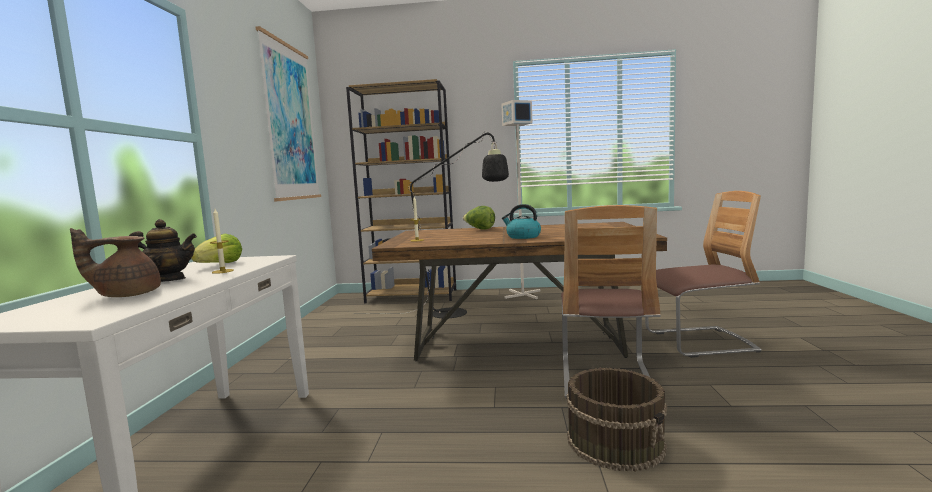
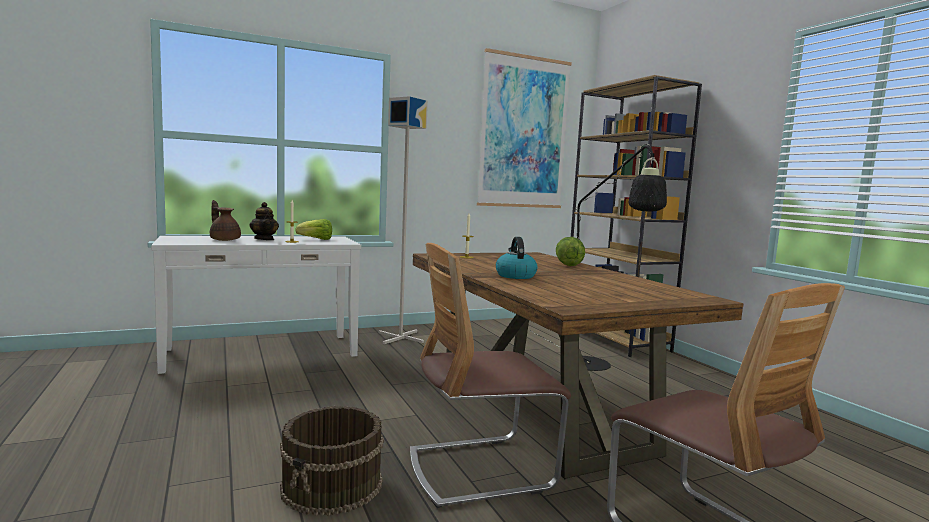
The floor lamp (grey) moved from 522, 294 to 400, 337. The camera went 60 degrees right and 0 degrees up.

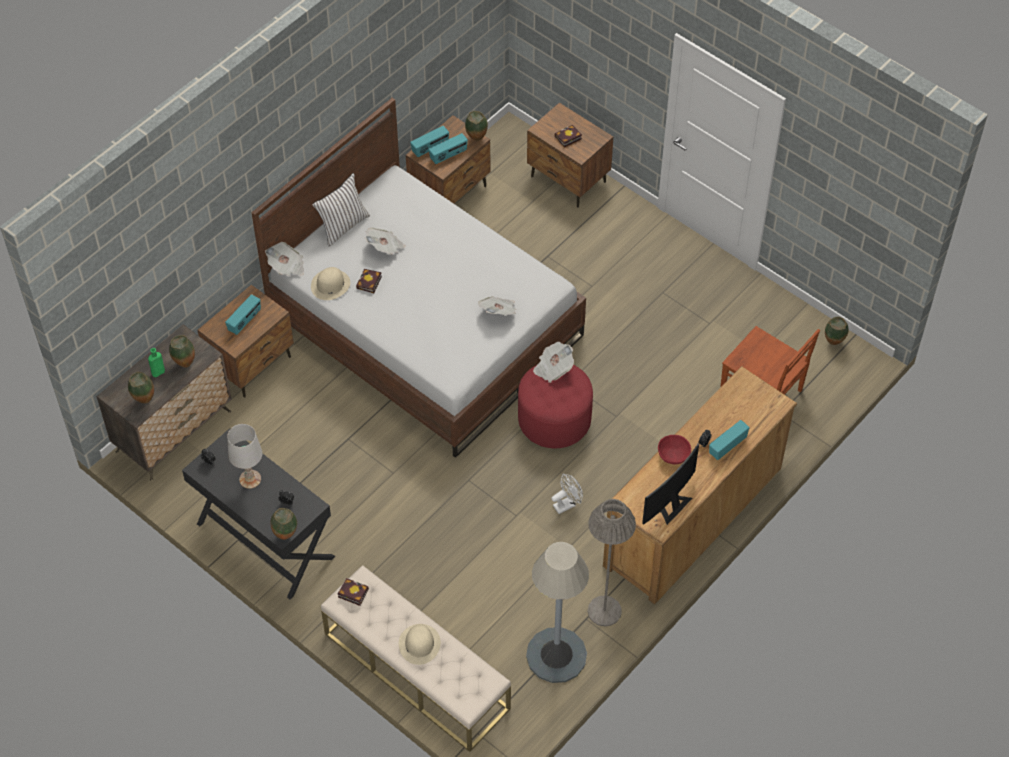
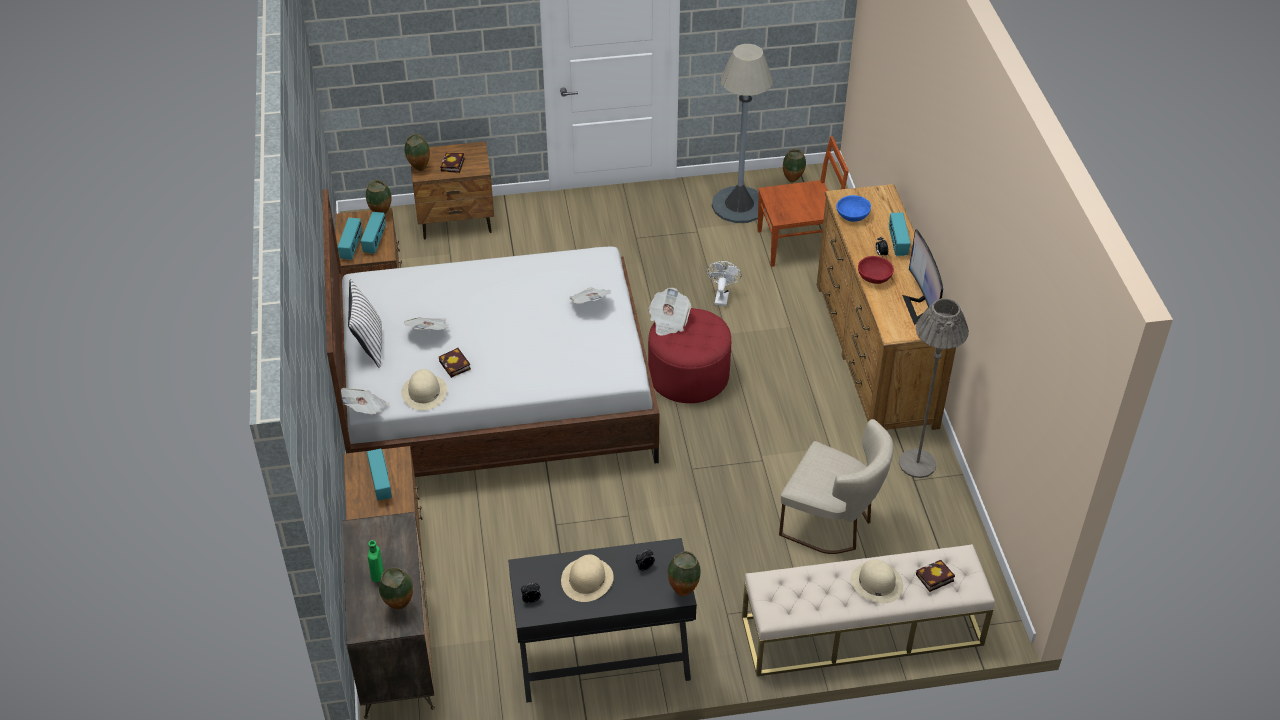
The vase moved from 184, 364 to 419, 169. The table lamp (white) at 250, 479 was replaced by the hat (beige) at 587, 579. The fan (white) moved from 567, 504 to 721, 296. The floor lamp (grey) moved from 556, 655 to 739, 205. The book moved from 351, 593 to 933, 579. The bowl (blue) at 852, 216 appeared. The chair (beige) at 832, 524 appeared. The camera went 50 degrees left and 10 degrees down.

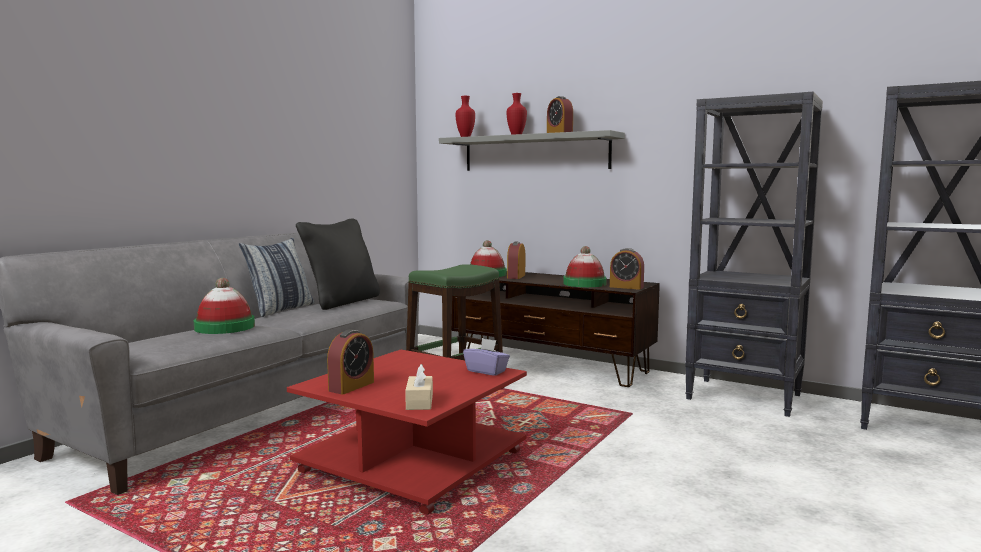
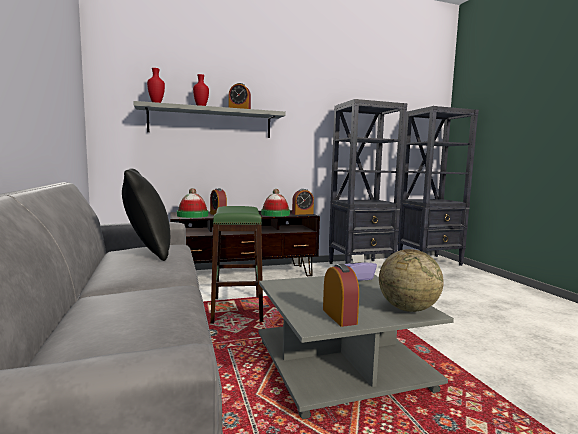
The pillow at 280, 309 disappeared. The hat at 225, 327 disappeared. The coffee table (red) at 412, 461 became the coffee table (grey) at 339, 365. The tissue box (beige) at 419, 402 was replaced by the globe at 408, 309. The camera went 50 degrees left and 0 degrees up.

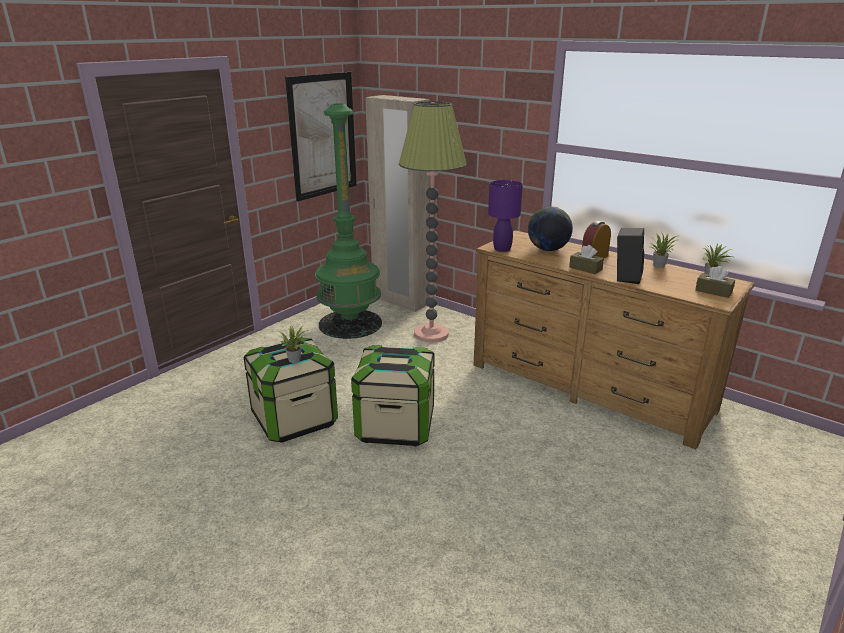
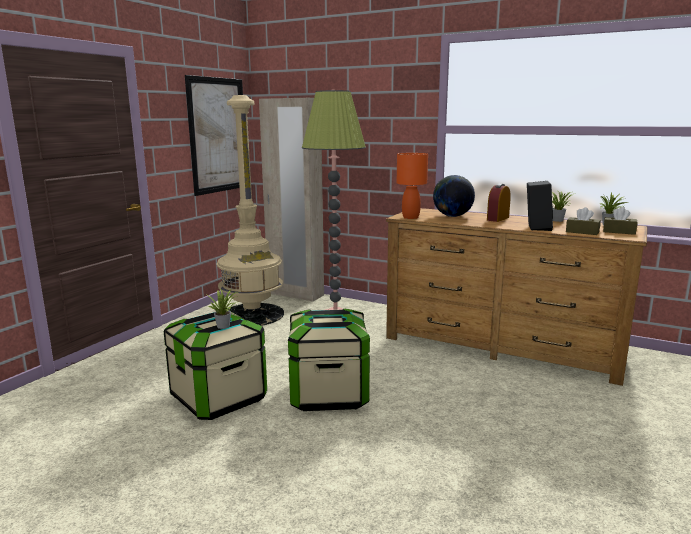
The floor lamp (green) at 350, 324 became the floor lamp (beige) at 252, 315. The table lamp (purple) at 501, 249 became the table lamp (orange) at 410, 217. The tissue box (brown) moved from 585, 268 to 582, 232. The camera went 10 degrees left and 10 degrees down.

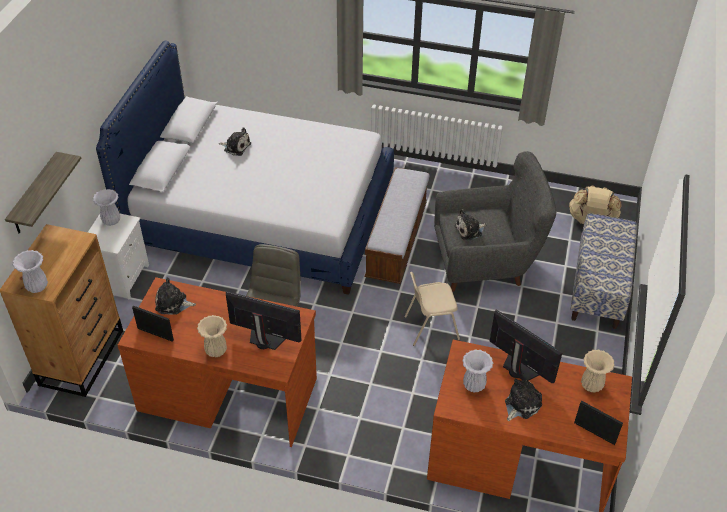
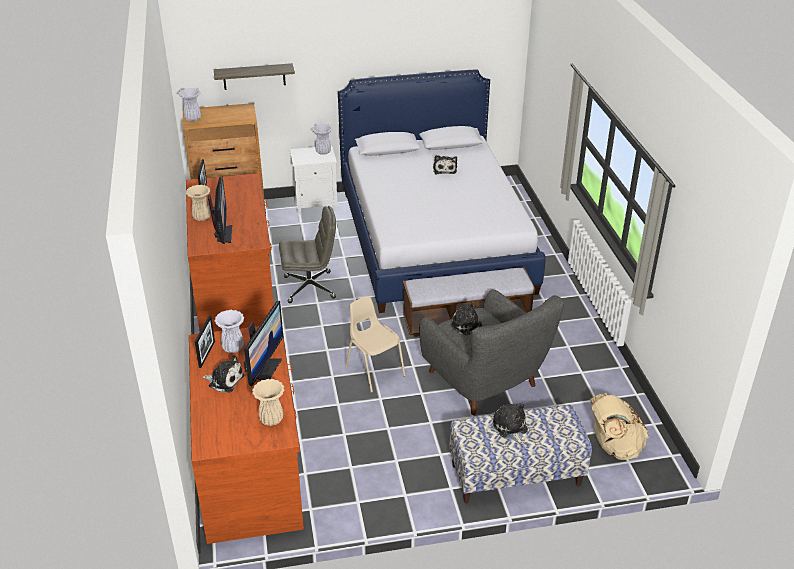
The plush toy moved from 173, 304 to 510, 428. The picture frame moved from 594, 433 to 207, 354. The camera went 65 degrees right and 10 degrees down.

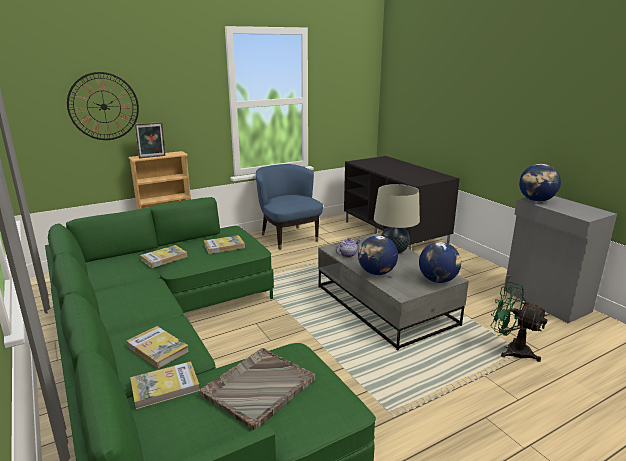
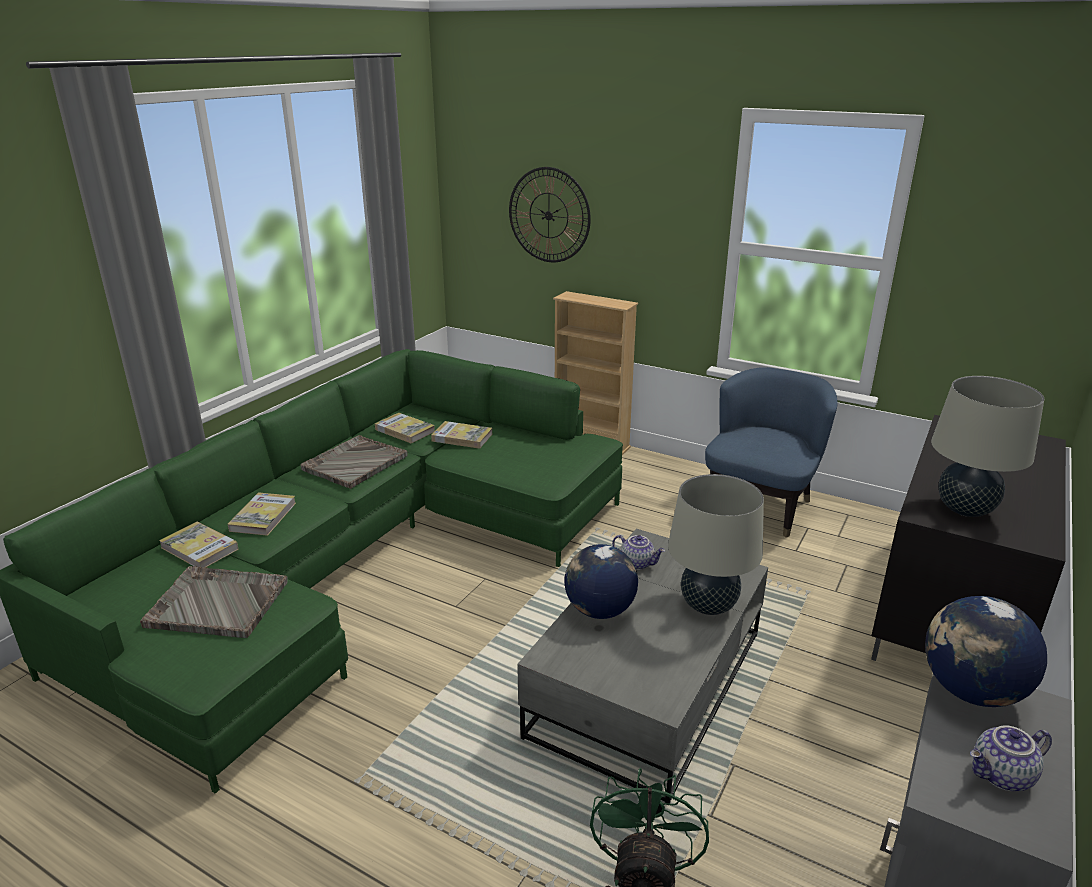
The picture frame at 152, 157 disappeared. The book moved from 224, 246 to 405, 430. The globe at 438, 280 disappeared. The table lamp (beige) at 965, 509 appeared. The tray (grey) at 354, 463 appeared. The teapot at 1002, 776 appeared. The camera went 60 degrees right and 5 degrees up.

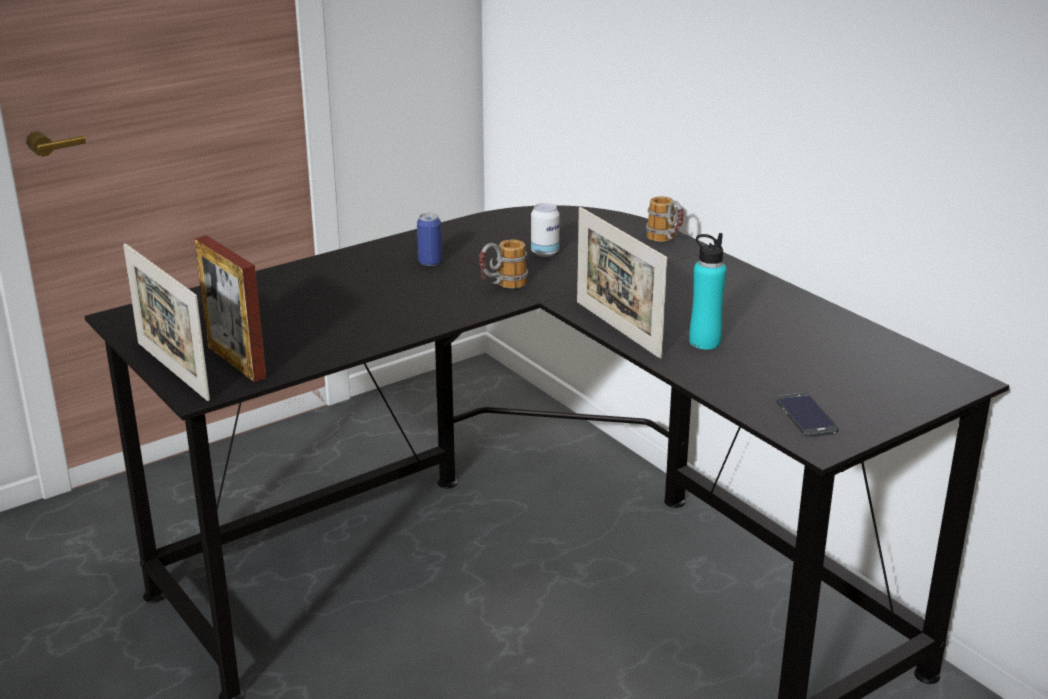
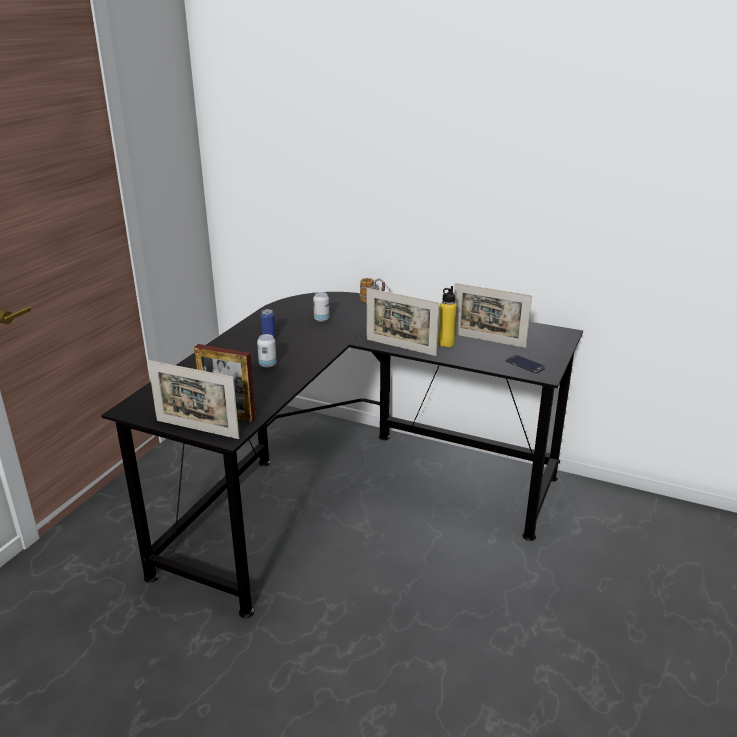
The bottle (turquoise) at 704, 342 became the bottle (yellow) at 446, 343. The mug at 502, 287 disappeared. The picture frame at 488, 340 appeared. The can at 267, 364 appeared. The camera went 30 degrees left and 0 degrees up.

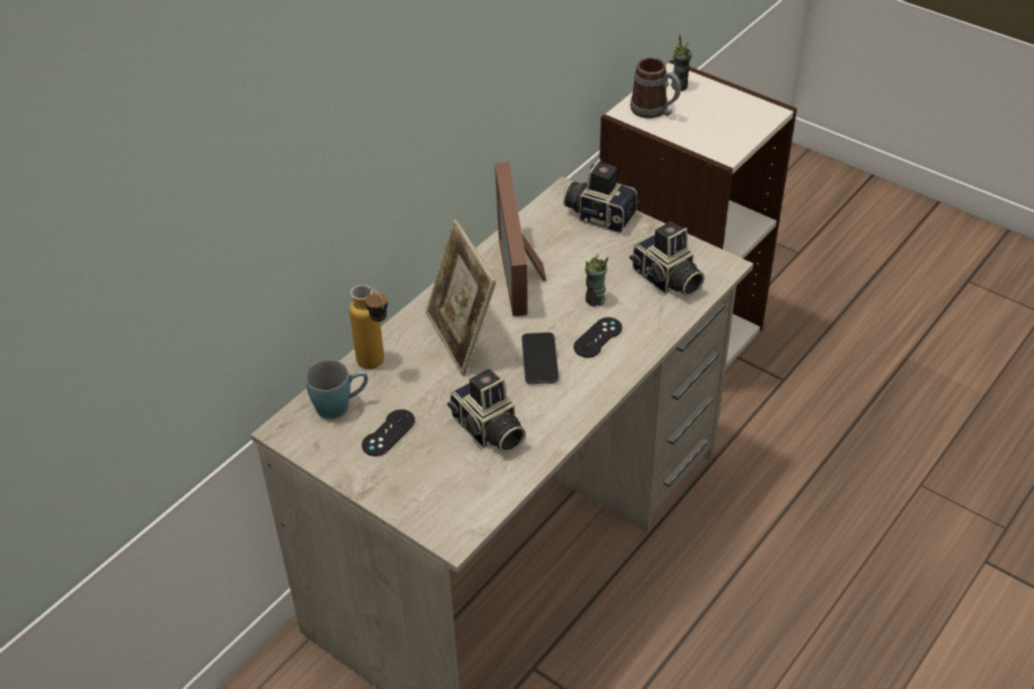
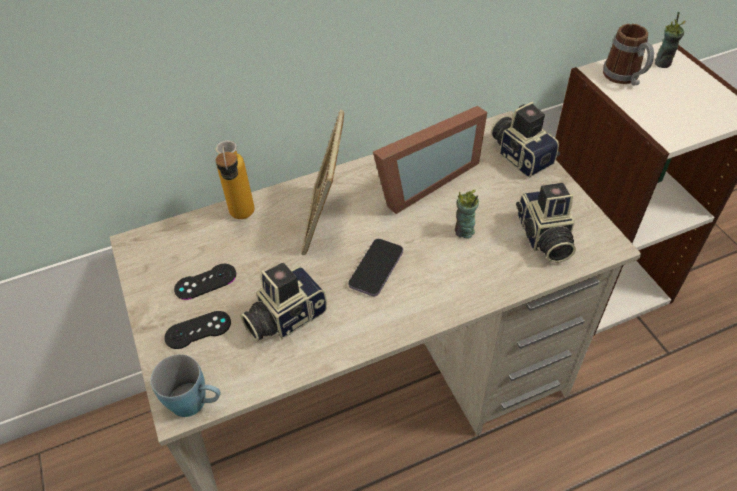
The picture frame at 524, 270 turned 150 degrees counterclockwise. The game controller (black) moved from 598, 337 to 198, 330. The mug (blue) moved from 340, 405 to 196, 403. The photo camera at 488, 431 turned 60 degrees clockwise. The camera went 30 degrees right and 5 degrees up.

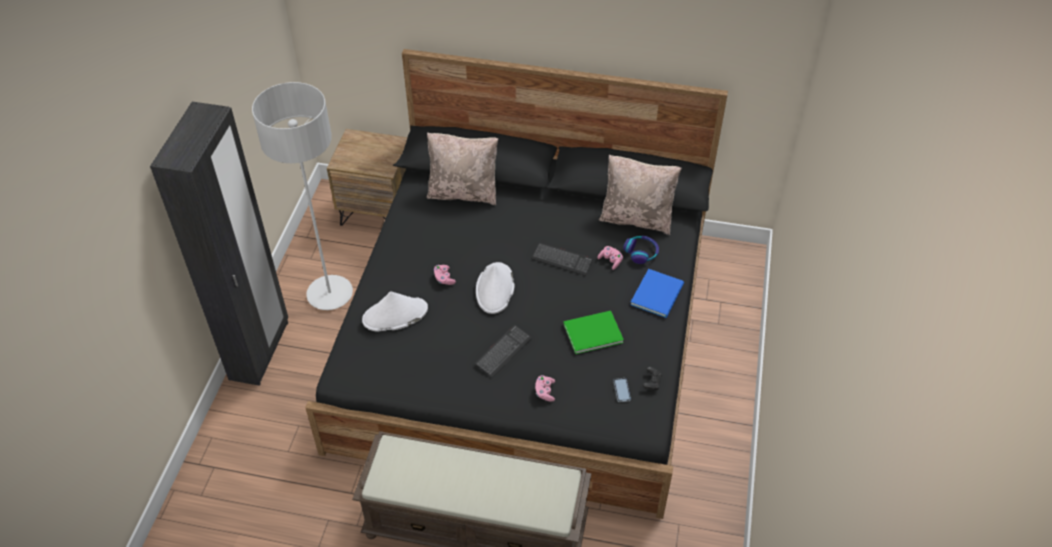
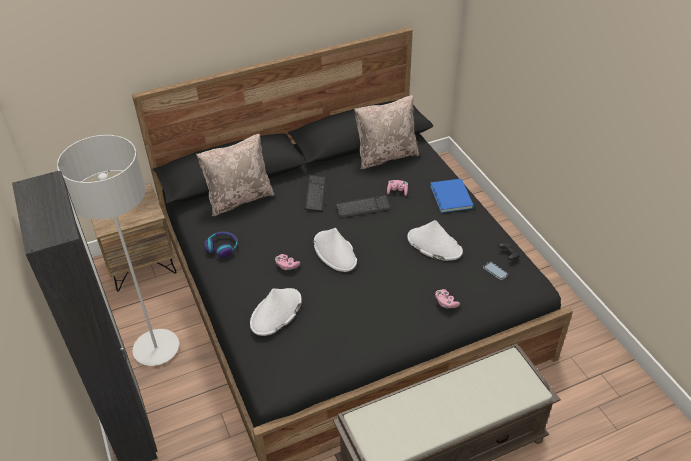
The headphones moved from 641, 252 to 222, 247. The book (green) at 591, 332 was replaced by the hat (white) at 434, 245. The keyboard moved from 503, 352 to 316, 194. The camera went 35 degrees left and 5 degrees down.

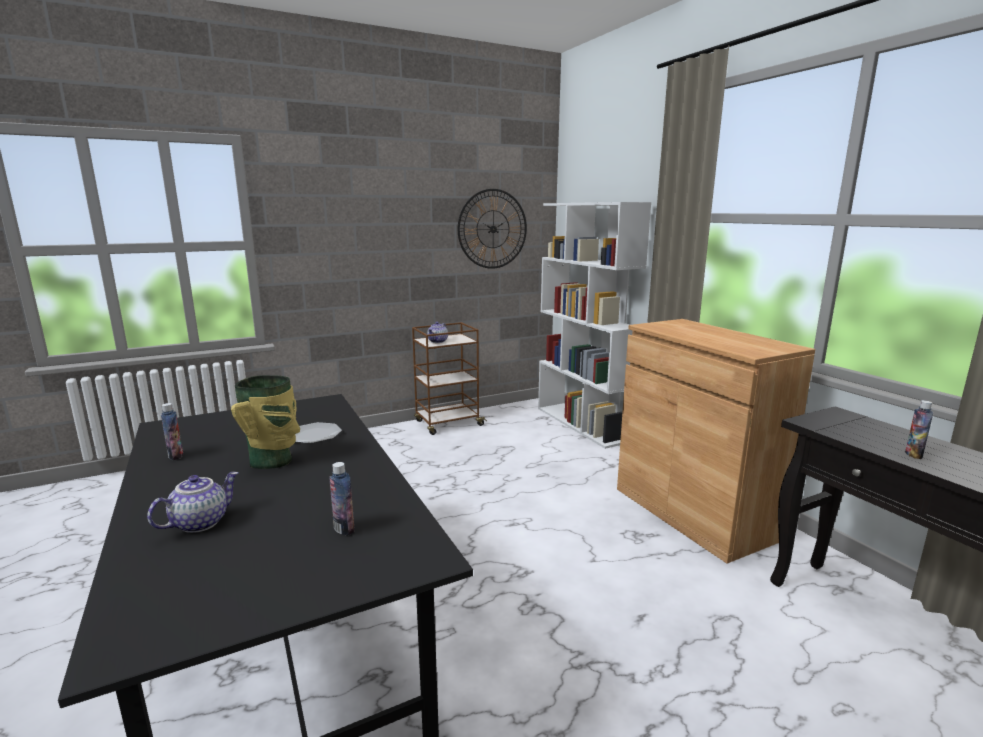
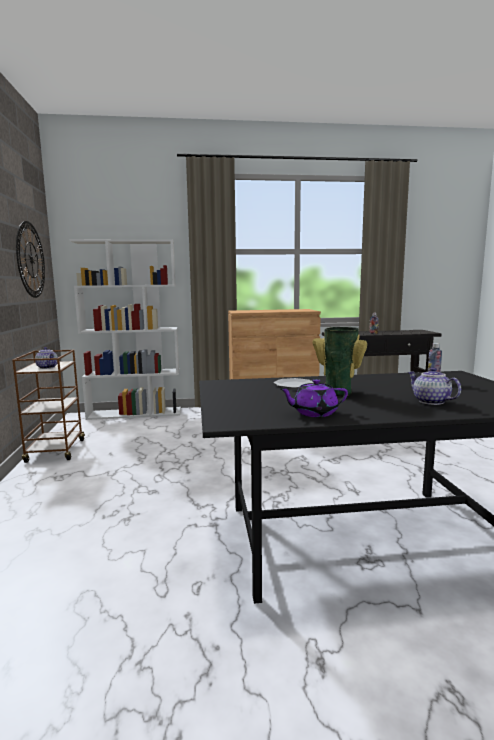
The bottle at 176, 456 was replaced by the teapot (purple) at 314, 413. The camera went 70 degrees left and 5 degrees down.

